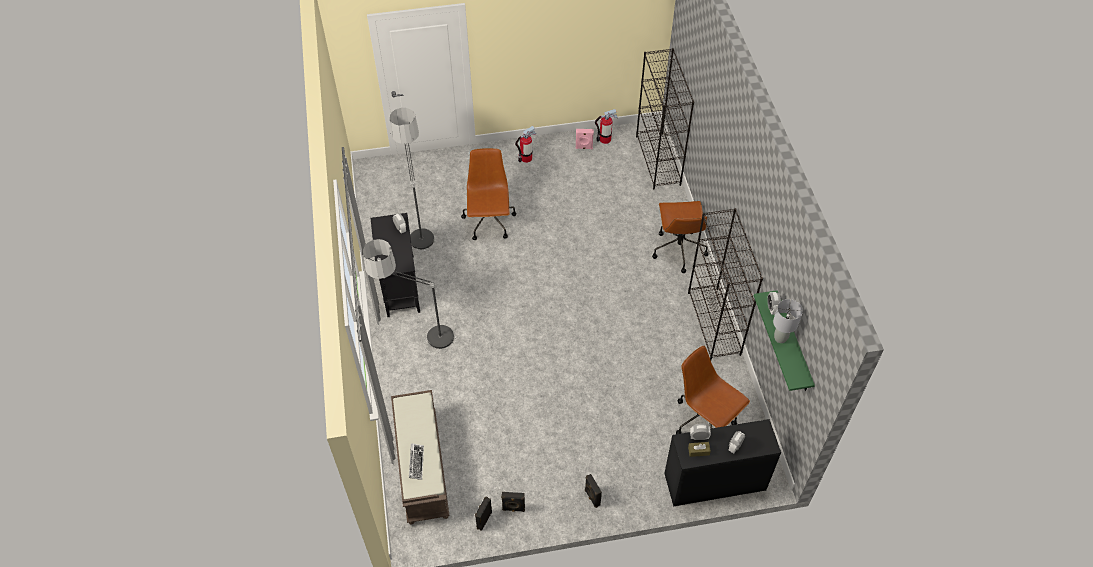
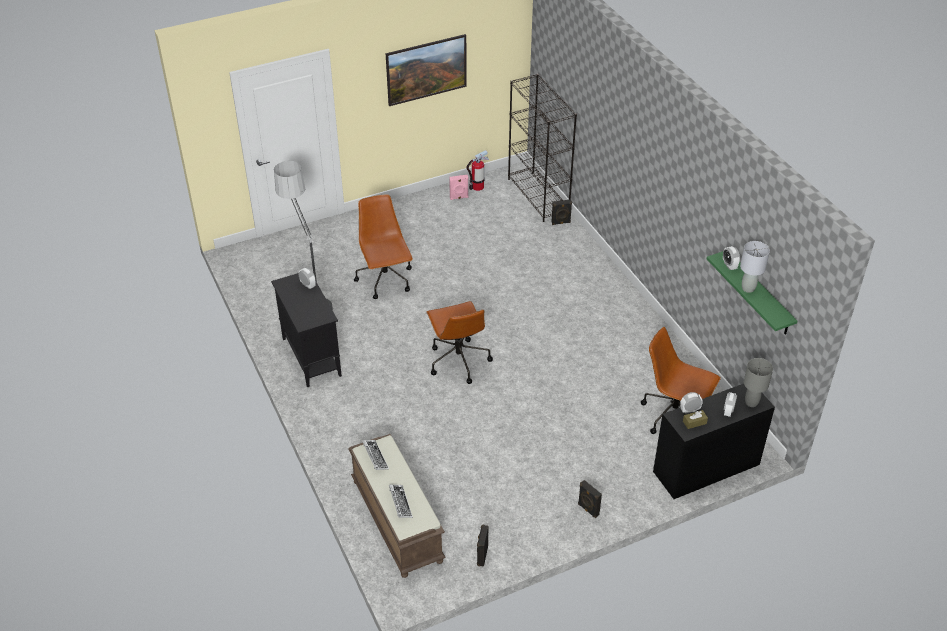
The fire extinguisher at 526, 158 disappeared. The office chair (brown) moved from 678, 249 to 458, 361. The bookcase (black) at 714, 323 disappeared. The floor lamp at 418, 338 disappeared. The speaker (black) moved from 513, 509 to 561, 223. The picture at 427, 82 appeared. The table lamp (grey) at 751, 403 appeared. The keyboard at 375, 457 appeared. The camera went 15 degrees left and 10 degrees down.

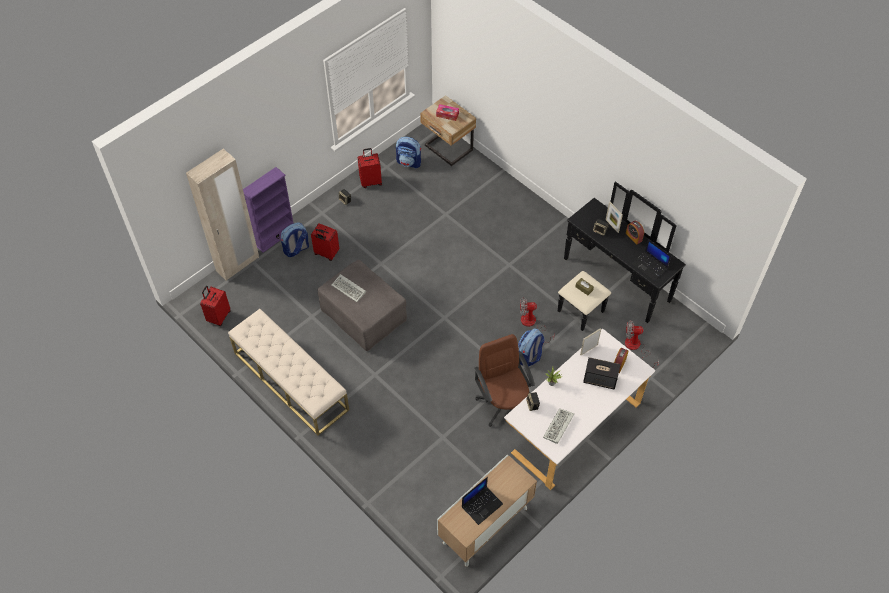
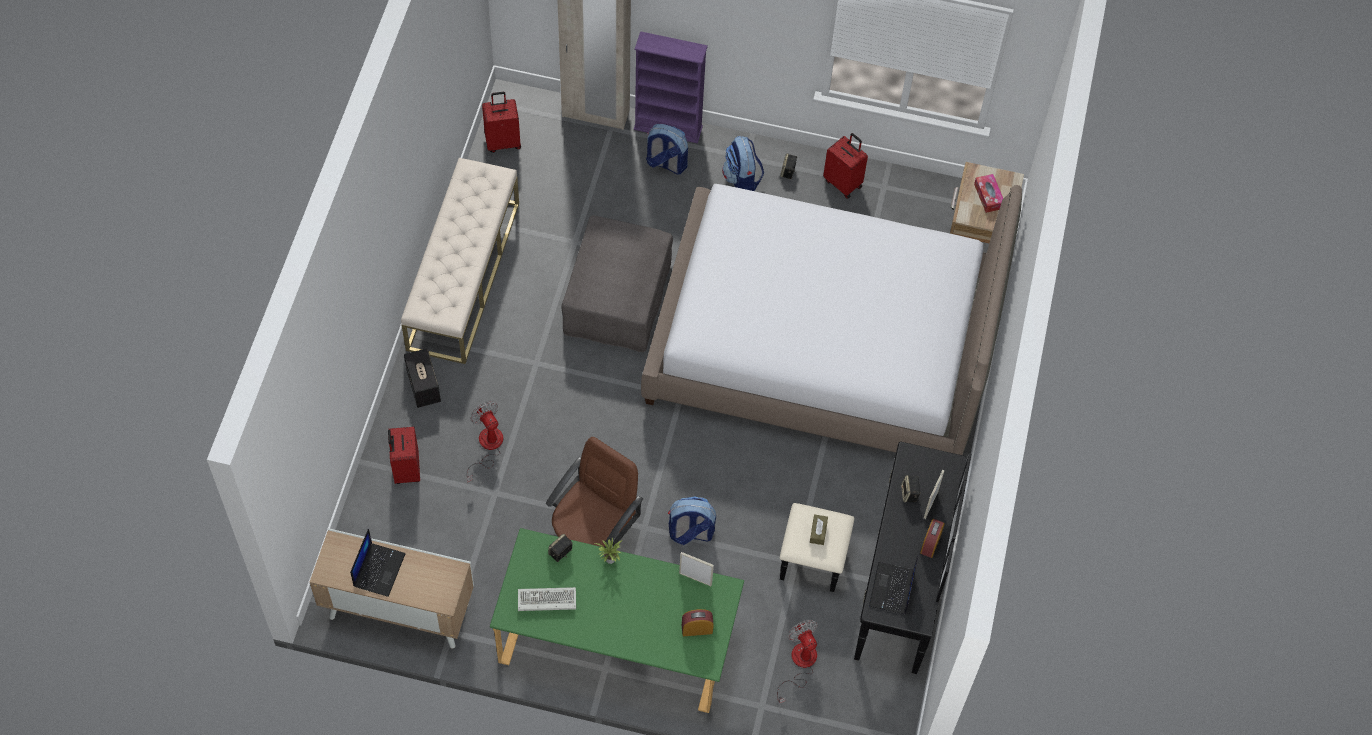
The backpack moved from 409, 162 to 741, 179. The suitcase (red) moved from 326, 253 to 406, 469. The keyboard at 349, 289 disappeared. The fan moved from 532, 324 to 487, 447. The desk (white) at 573, 425 became the desk (green) at 616, 643. The speaker moved from 600, 379 to 424, 387. The laptop at 482, 505 turned 90 degrees counterclockwise. The bed at 822, 345 appeared. The camera went 55 degrees right and 5 degrees up.

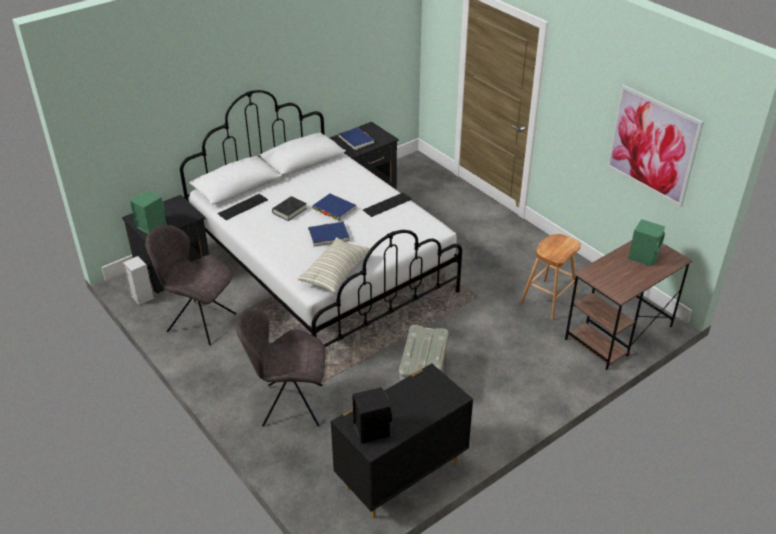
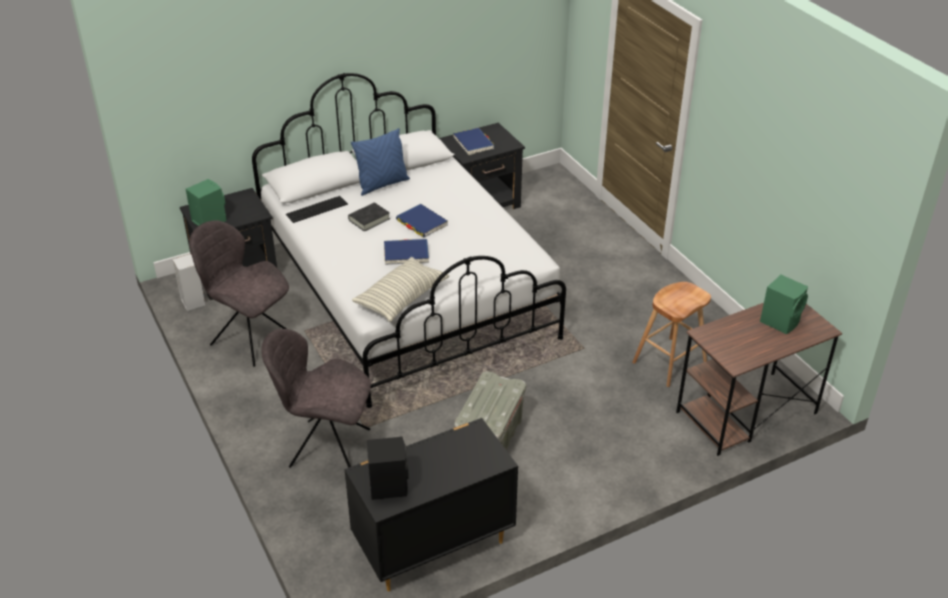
The picture at 652, 145 disappeared. The keyboard at 387, 204 disappeared. The pillow (blue) at 382, 184 appeared. The camera went 10 degrees right and 0 degrees up.

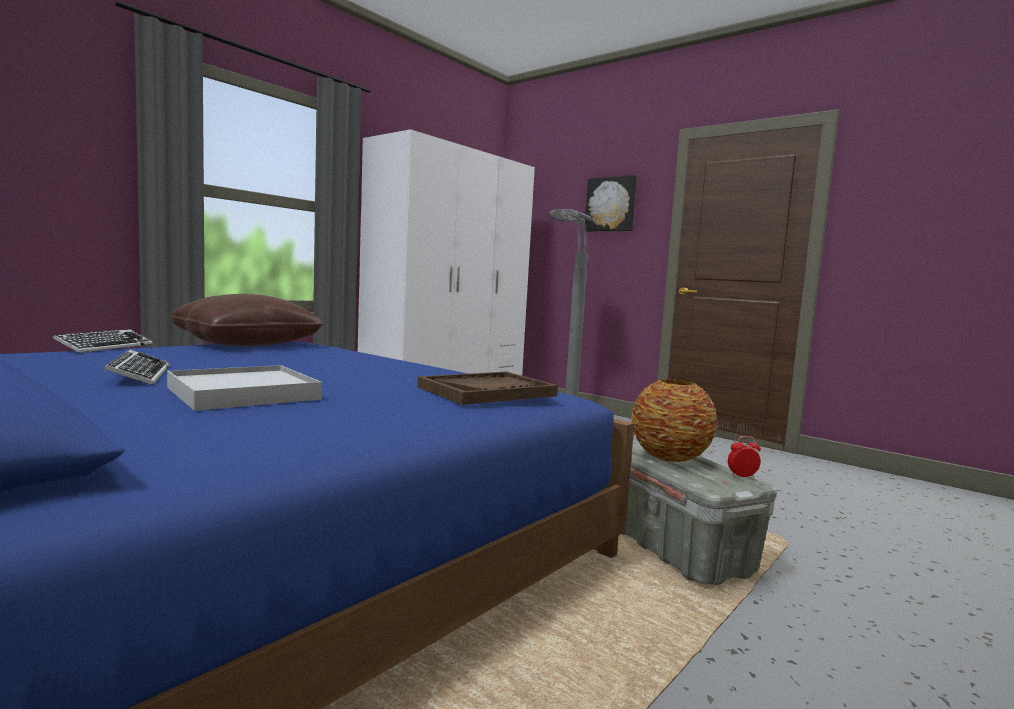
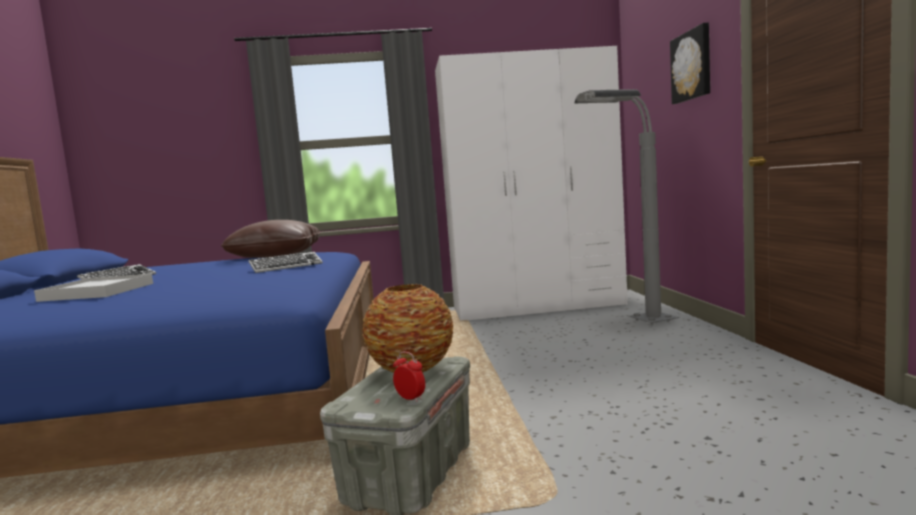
The keyboard moved from 105, 347 to 286, 267. The tray (brown) at 487, 391 disappeared. The camera went 45 degrees right and 0 degrees up.

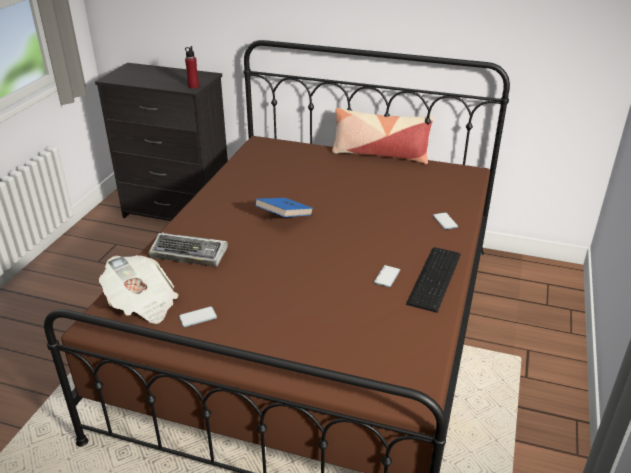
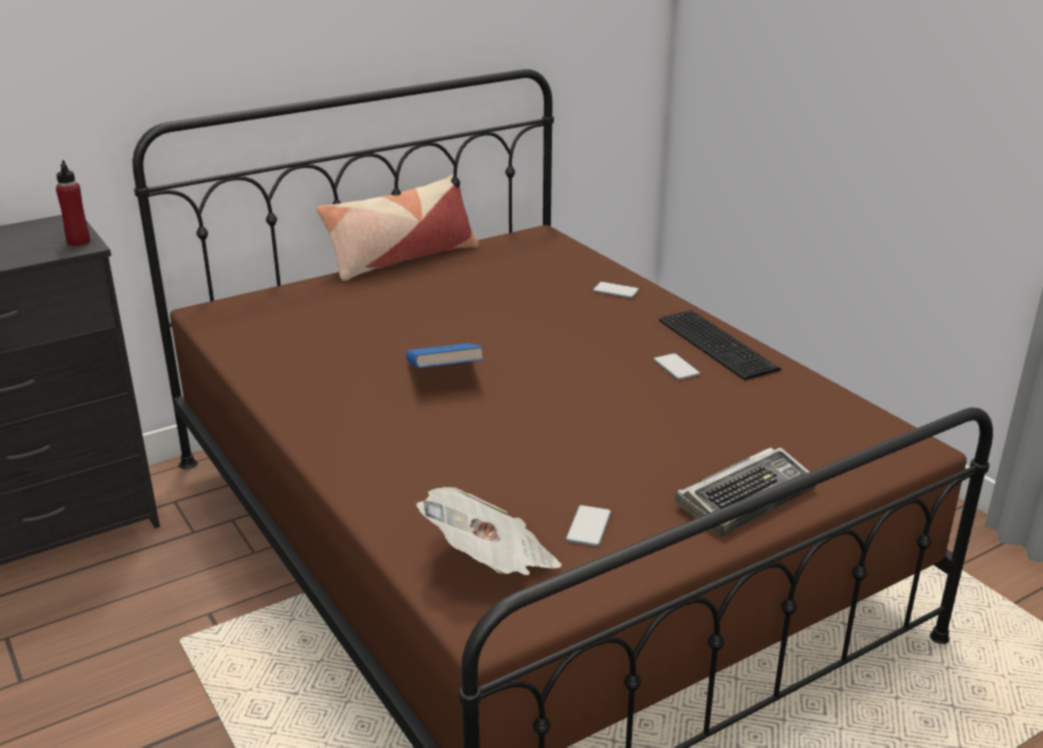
The keyboard moved from 190, 254 to 746, 498. The camera went 50 degrees left and 5 degrees down.

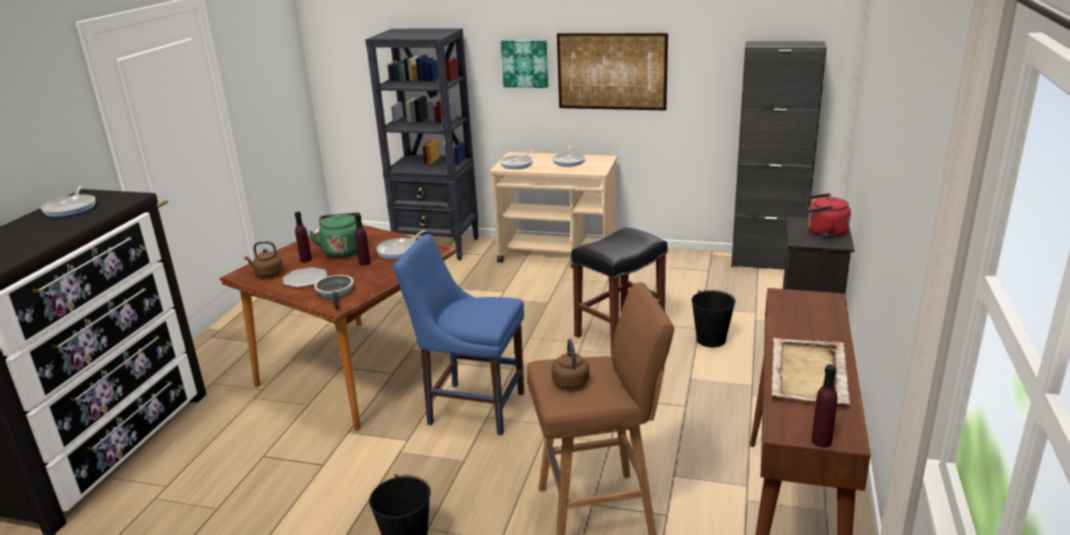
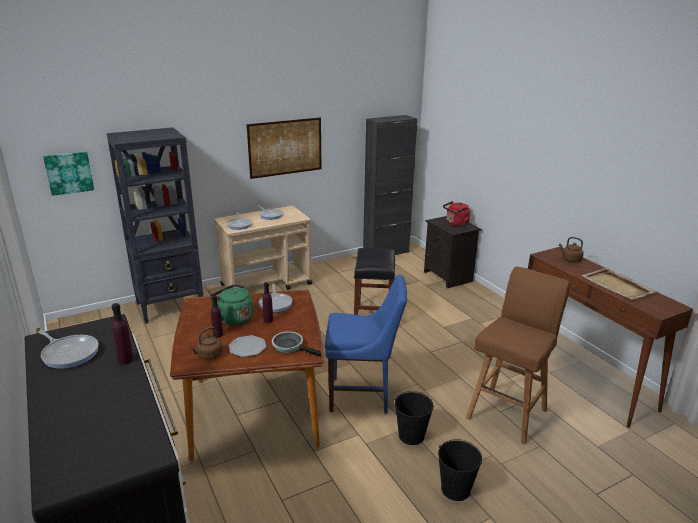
The picture moved from 525, 63 to 69, 173. The chair (blue) at 471, 407 turned 150 degrees counterclockwise. The bucket (black) moved from 711, 340 to 411, 436. The kettle (brown) moved from 570, 381 to 570, 259. The bottle (purple) moved from 821, 441 to 126, 360. The camera went 45 degrees left and 0 degrees up.

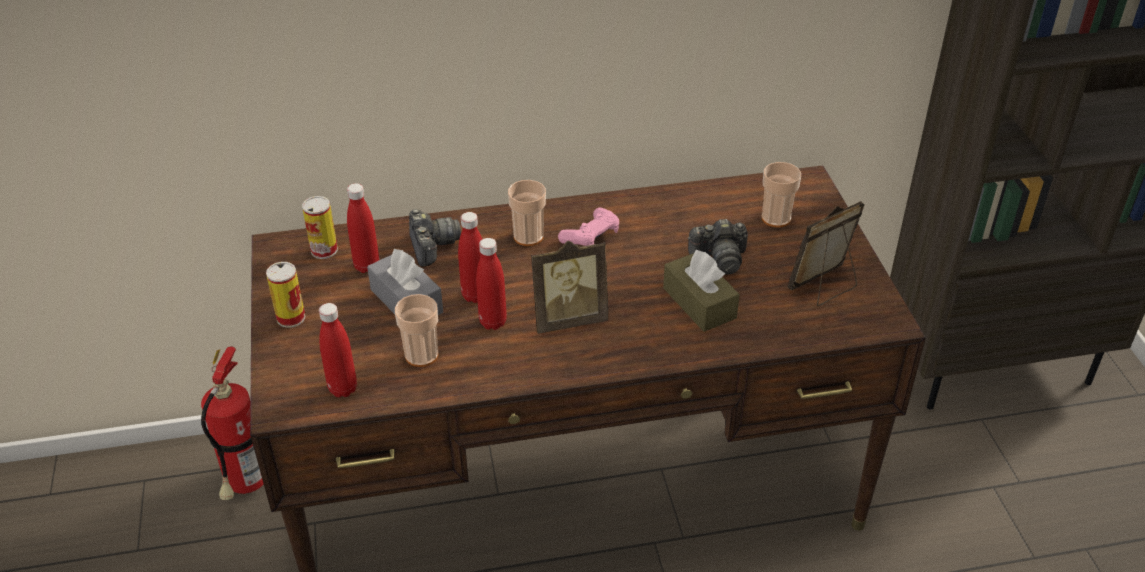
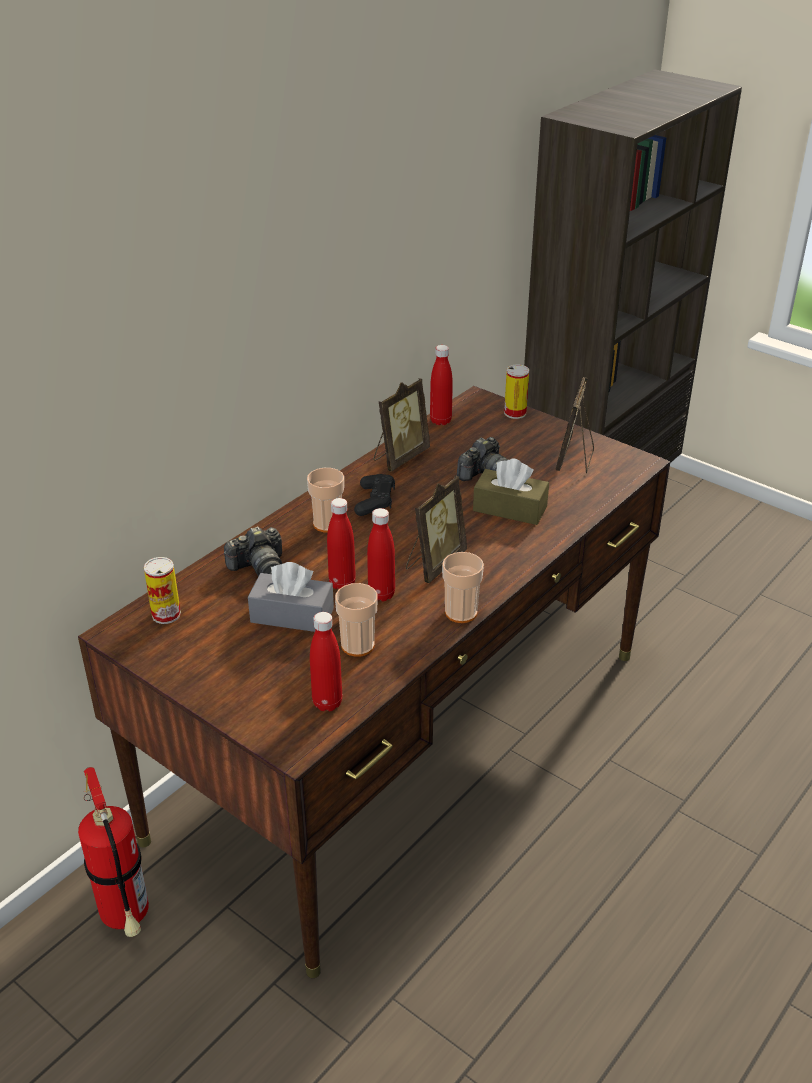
The cup moved from 776, 218 to 461, 612. The bottle (red) moved from 367, 266 to 440, 421. The game controller (pink) at 591, 236 became the game controller (black) at 375, 501. The photo camera at 432, 246 turned 120 degrees clockwise. The can moved from 291, 317 to 515, 413. The picture frame at 399, 457 appeared. The camera went 40 degrees left and 5 degrees down.

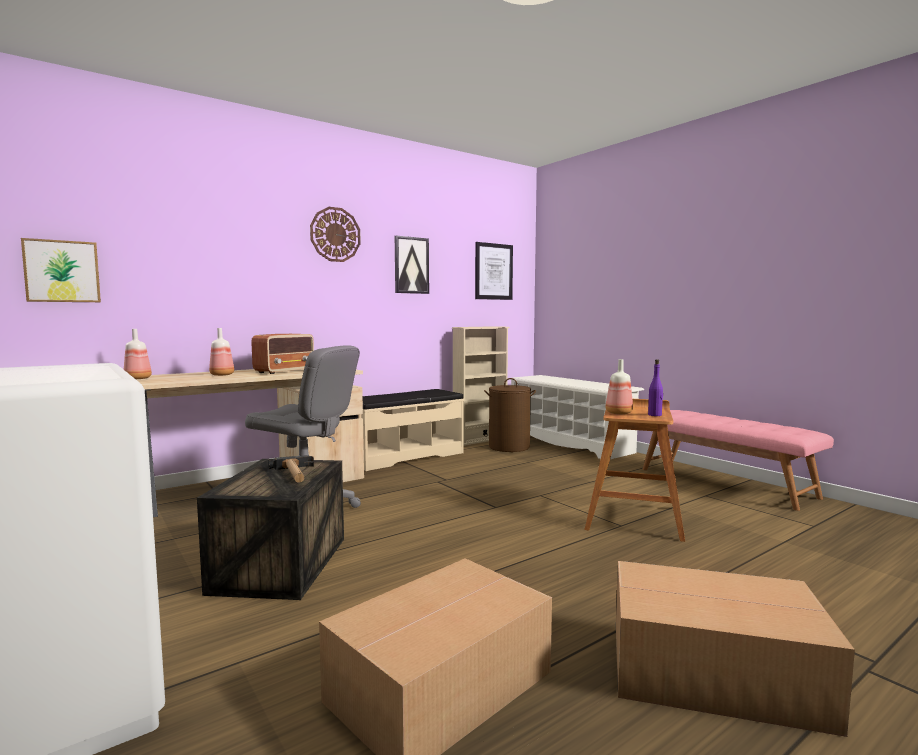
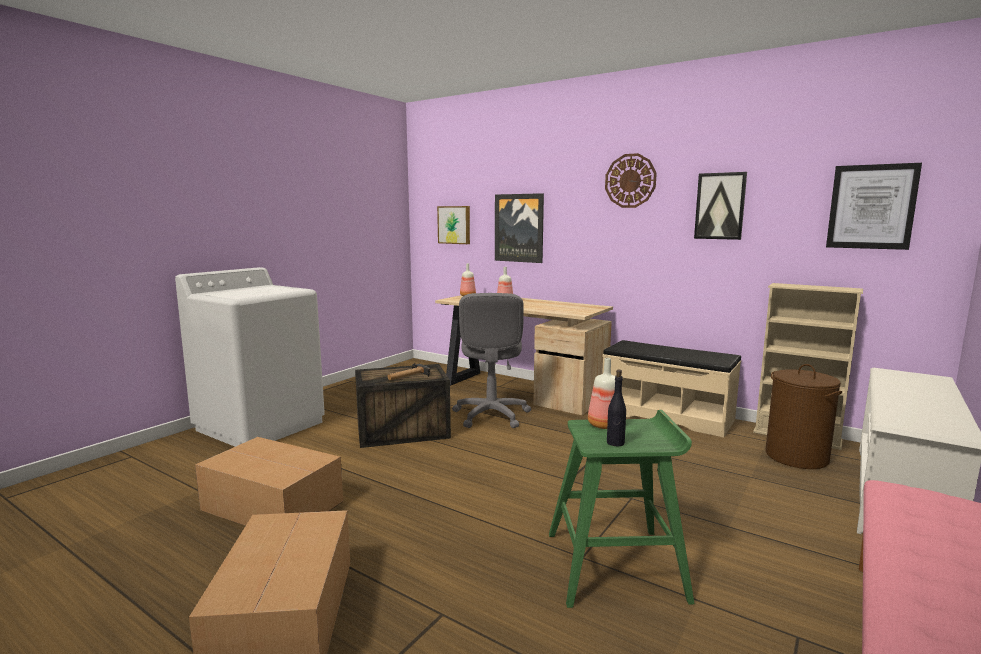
The radio at 285, 371 disappeared. The bottle (purple) at 655, 415 became the bottle (black) at 615, 443. The stool (brown) at 634, 518 became the stool (green) at 616, 565. The picture at 519, 228 appeared. The camera went 70 degrees right and 5 degrees up.

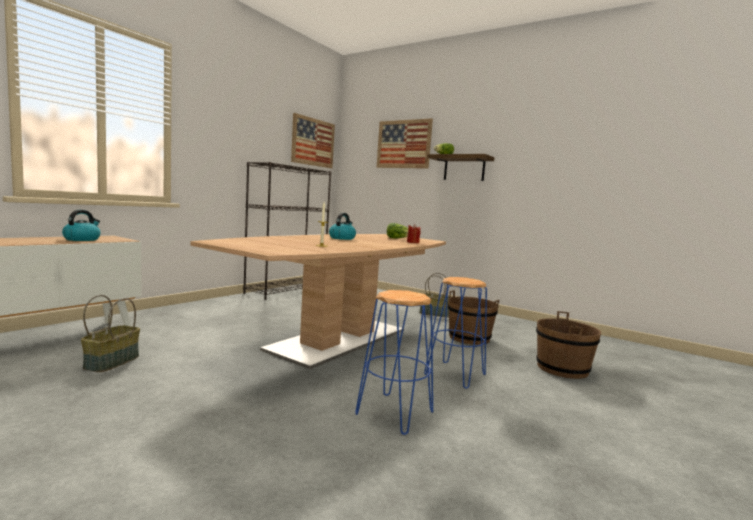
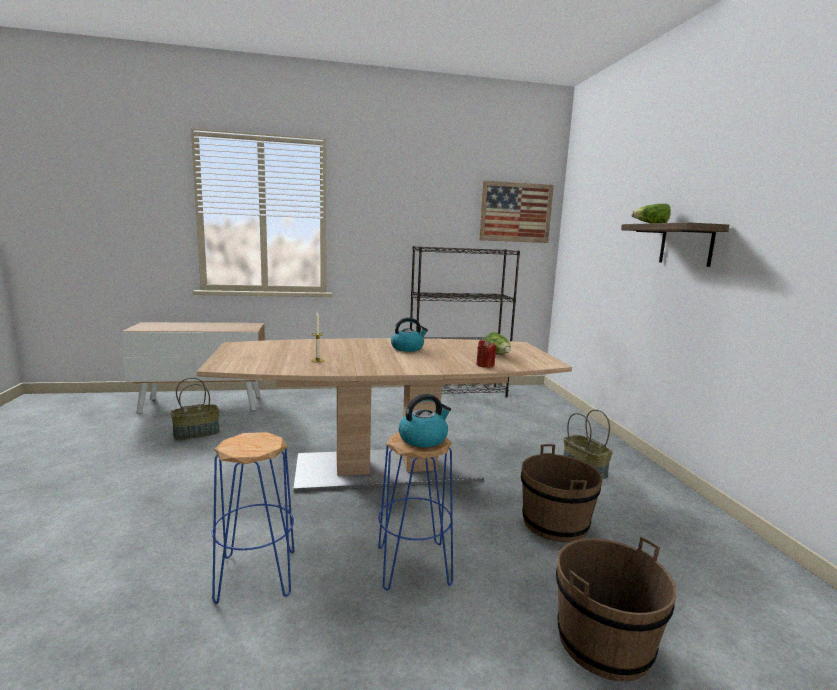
The picture at 403, 144 disappeared. The kettle moved from 82, 239 to 423, 439. The camera went 45 degrees right and 5 degrees up.

